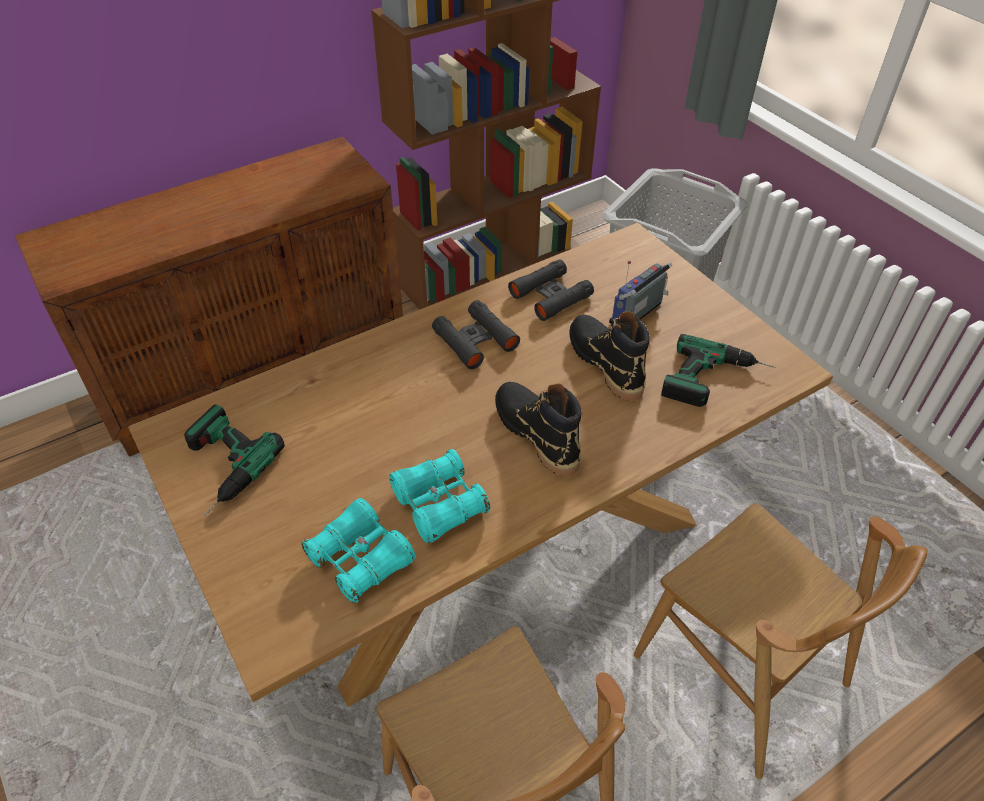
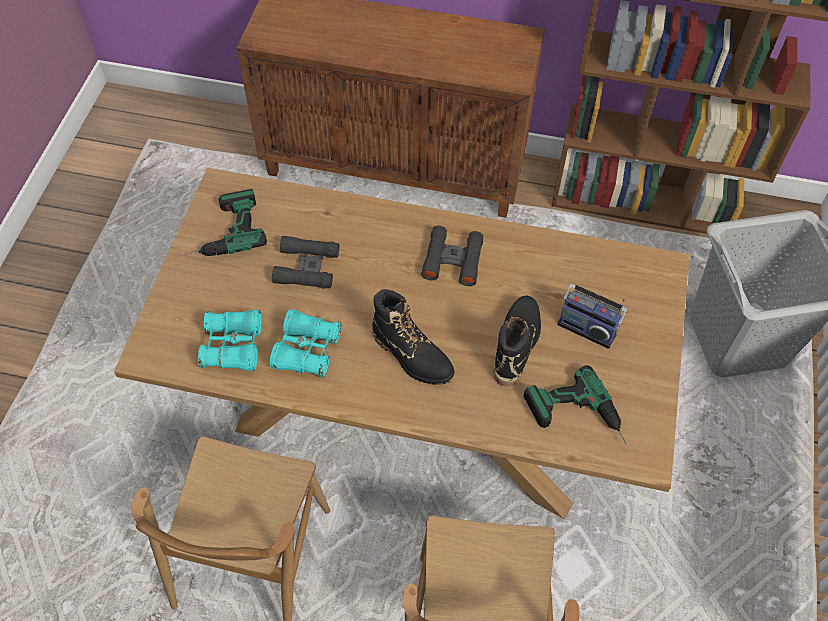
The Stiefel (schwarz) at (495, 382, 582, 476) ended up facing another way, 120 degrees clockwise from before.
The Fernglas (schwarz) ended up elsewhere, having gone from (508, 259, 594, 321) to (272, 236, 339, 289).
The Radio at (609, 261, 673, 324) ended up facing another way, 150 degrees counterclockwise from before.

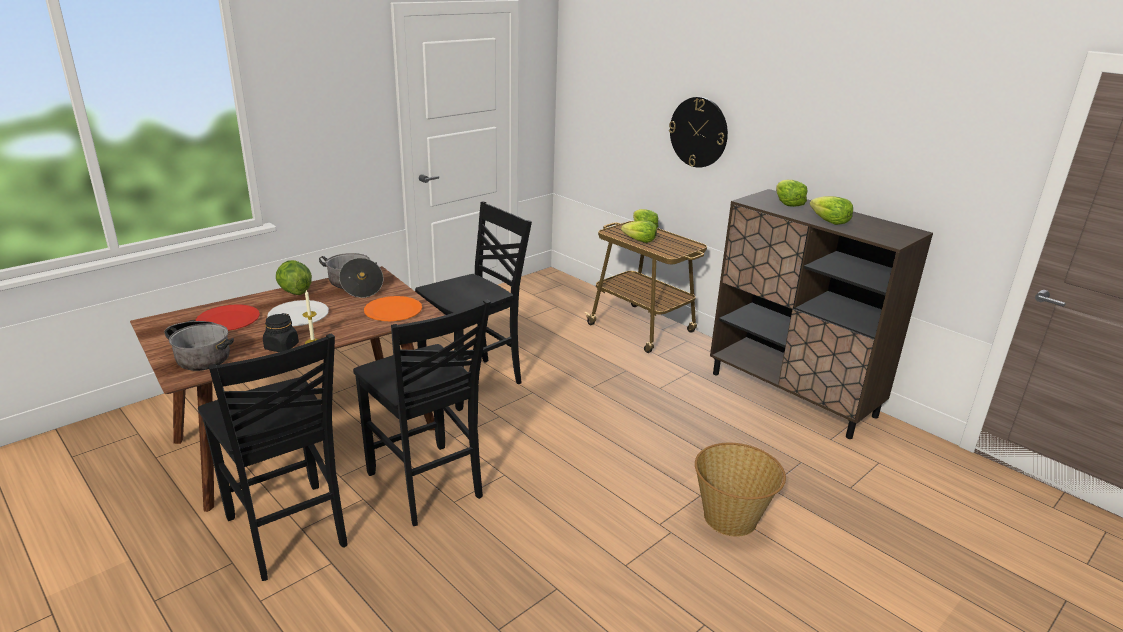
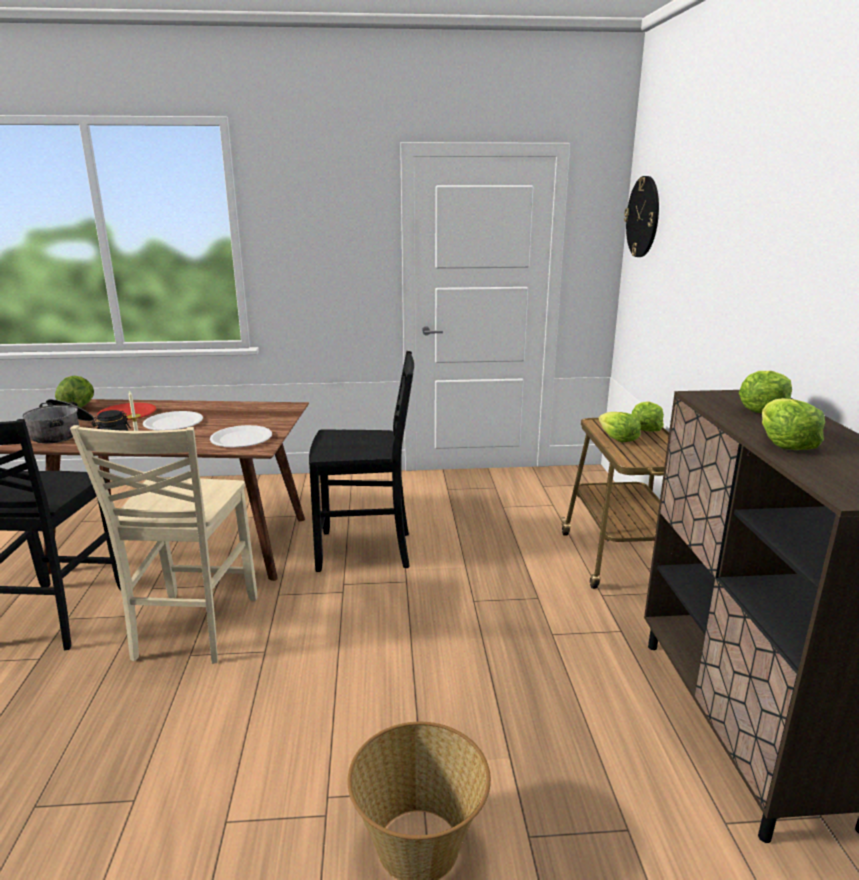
The Salatkopf ended up elsewhere, having gone from (276, 260, 312, 295) to (55, 376, 94, 408).
The second view lost the Kochtopf at (319, 253, 383, 298).
What was the Stuhl (schwarz) at (353, 300, 491, 526) turned into the Stuhl (beige) at (70, 425, 258, 664).
What was the Teller (orange) at (364, 296, 422, 321) turned into the Teller (weiß) at (210, 425, 272, 448).
The Wanduhr ended up elsewhere, having gone from (669, 97, 728, 168) to (624, 176, 659, 257).

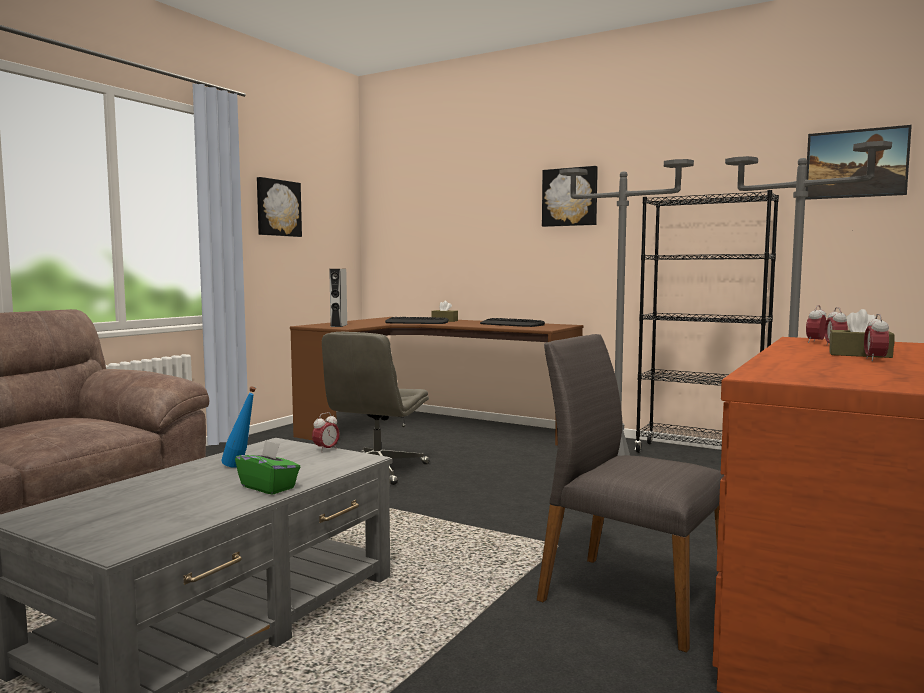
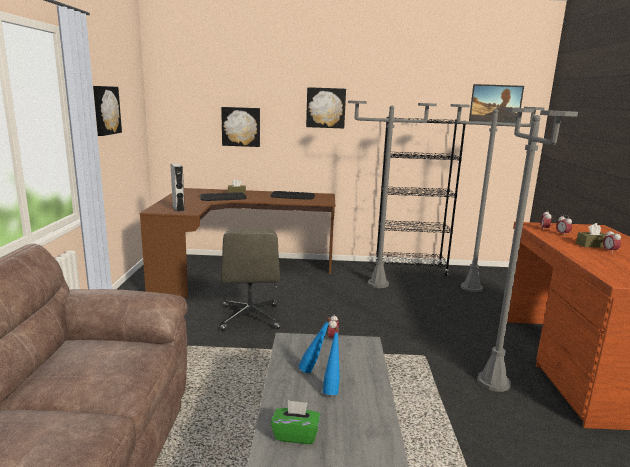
The Taschentuchbox (grün) ended up elsewhere, having gone from (235, 440, 300, 495) to (271, 400, 320, 444).
Where the Stuhl (grau) stood at (537, 334, 724, 653), the Stehlampe (grau) came to stand at (477, 108, 578, 392).
The second view gained the Bild at (221, 107, 260, 147).
The second view gained the Flasche (blau) at (323, 327, 340, 395).

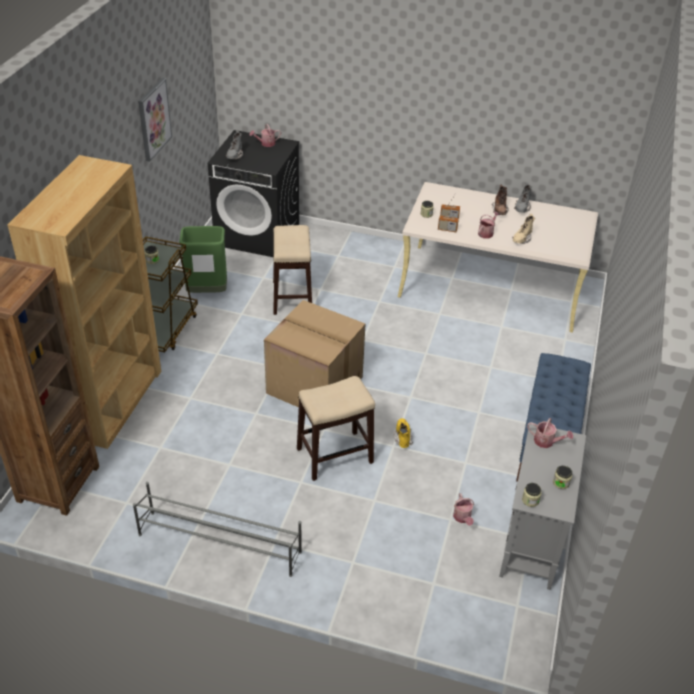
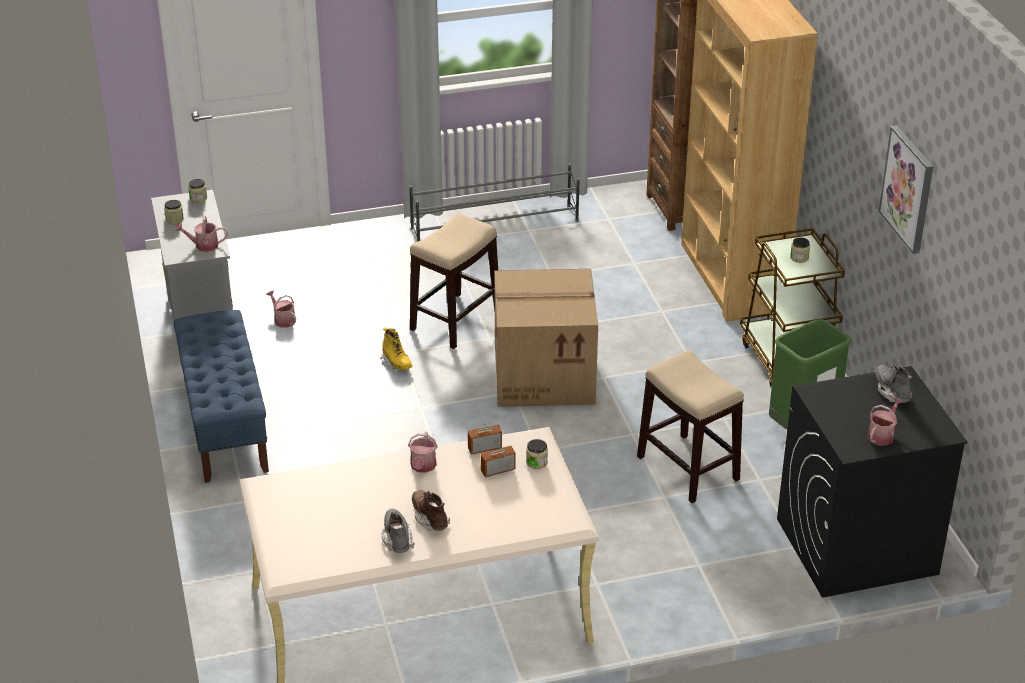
The second view lost the Stiefel (beige) at (512, 214, 535, 244).

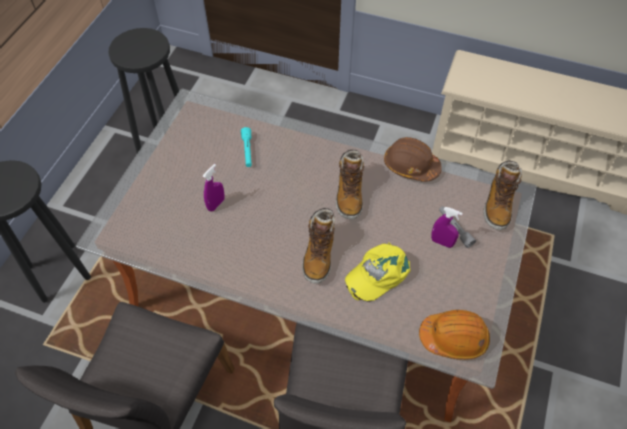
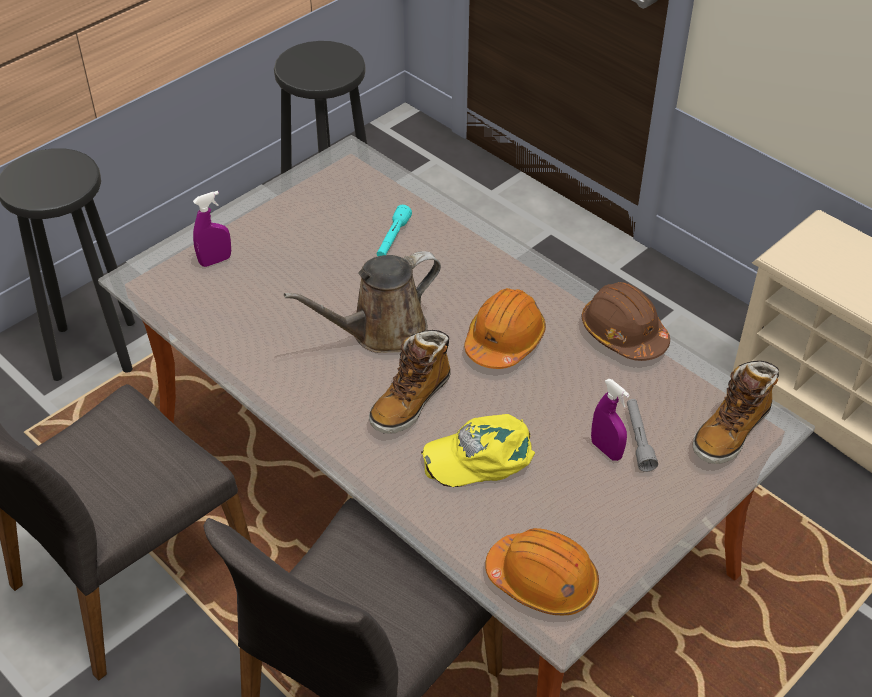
The Sprühflasche (lila) ended up elsewhere, having gone from (203, 164, 225, 211) to (193, 191, 231, 267).
Where the Stiefel stood at (336, 150, 364, 219), the Schutzhelm (orange) came to stand at (464, 288, 546, 369).
The second view gained the Gießkanne (braun) at (284, 251, 441, 353).

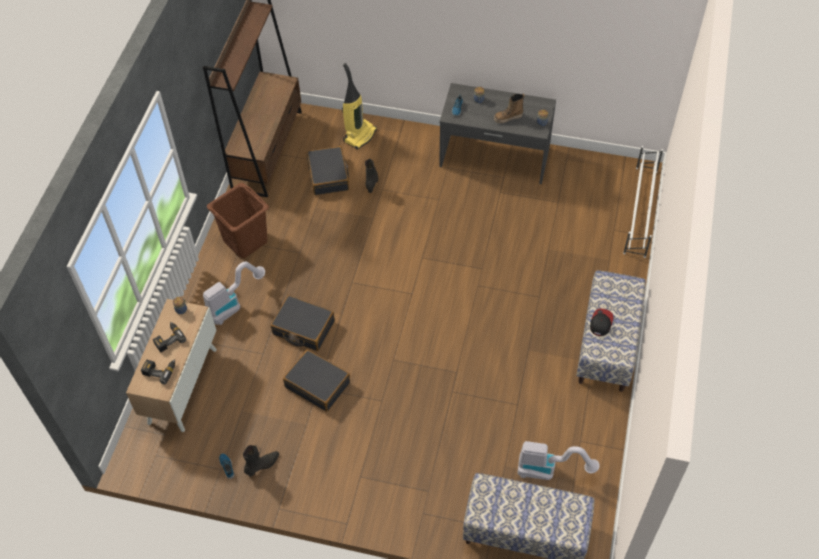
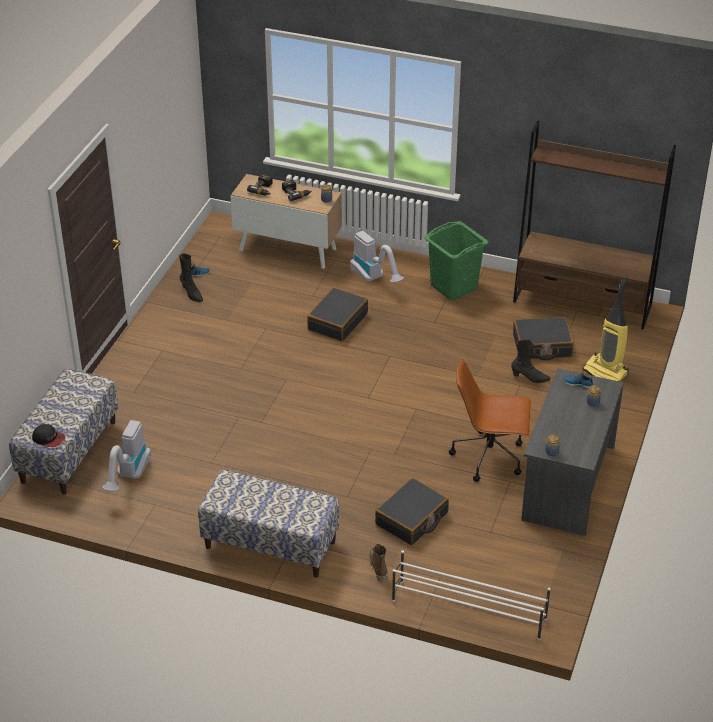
What was the Wäschekorb (braun) at (207, 183, 269, 258) turned into the Wäschekorb (grün) at (424, 221, 489, 300).
The Koffer (schwarz) ended up elsewhere, having gone from (283, 350, 350, 412) to (375, 478, 449, 545).
The Stiefel ended up elsewhere, having gone from (494, 93, 525, 123) to (369, 544, 388, 582).
The Kappe ended up elsewhere, having gone from (590, 309, 614, 336) to (32, 424, 65, 447).
The second view gained the Bürostuhl (braun) at (449, 359, 532, 482).

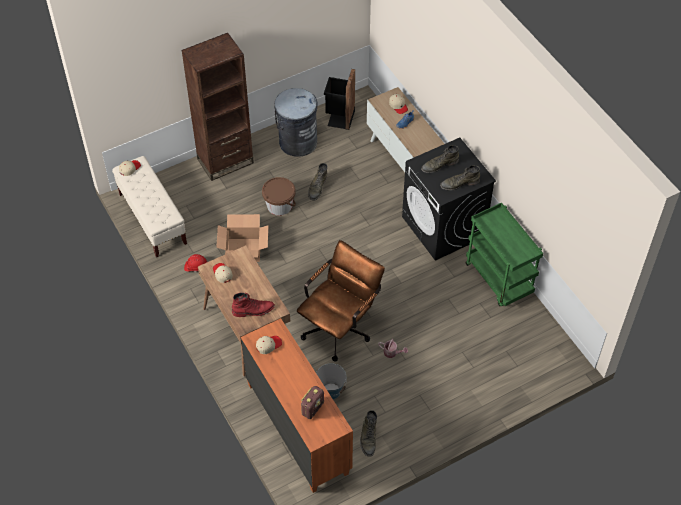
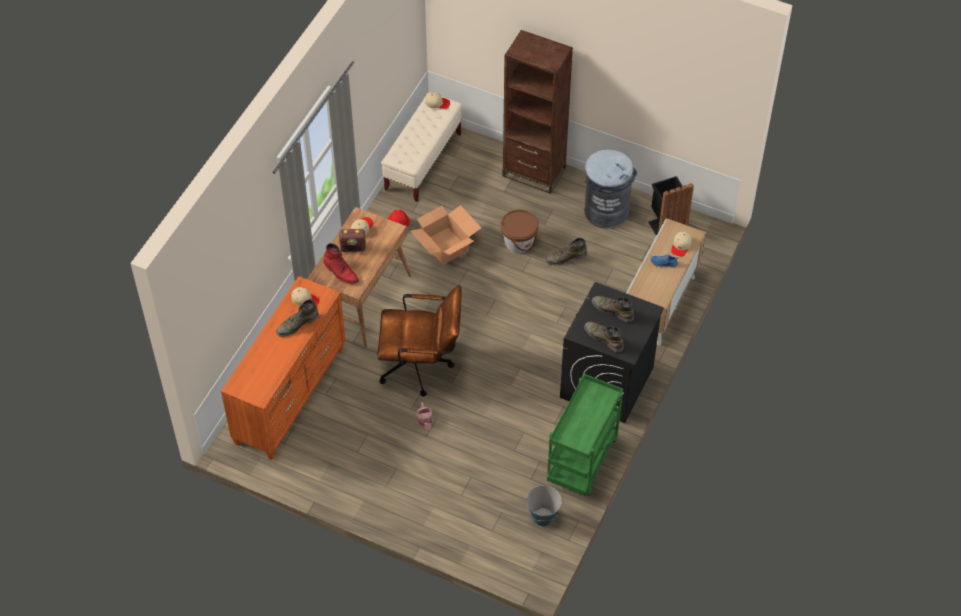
The Radio ended up elsewhere, having gone from (301, 386, 324, 419) to (339, 229, 366, 252).
The Eimer ended up elsewhere, having gone from (316, 363, 347, 399) to (526, 485, 562, 526).
The Stiefel (grün) ended up elsewhere, having gone from (360, 410, 377, 457) to (276, 300, 319, 337).

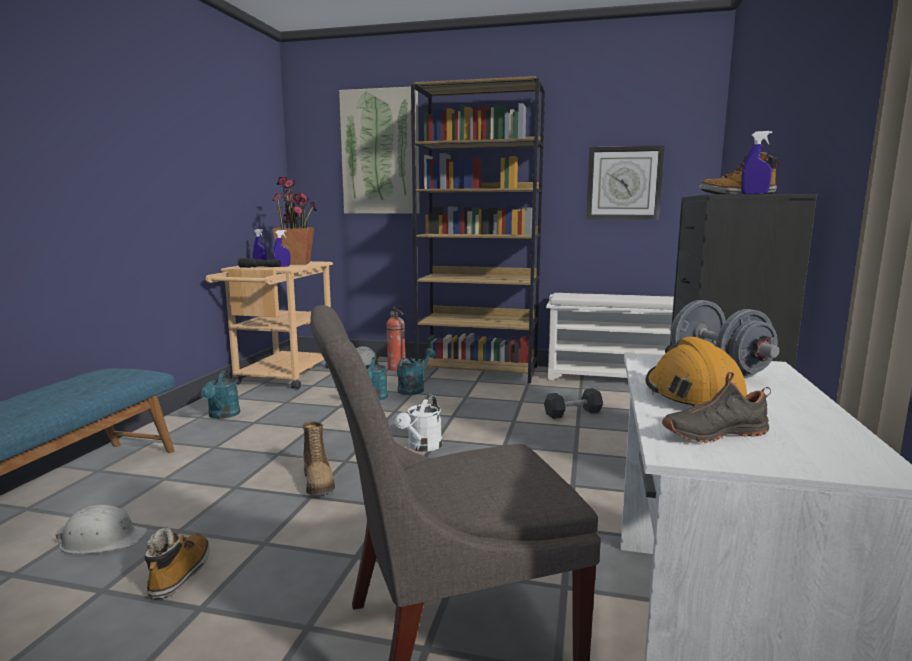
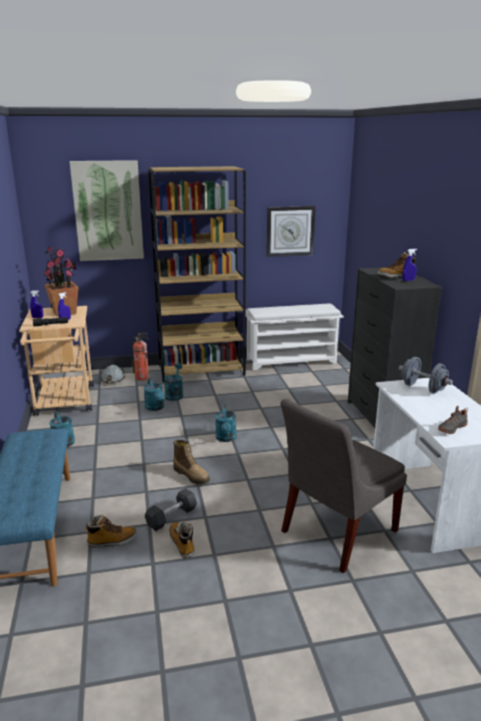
Where the Schutzhelm (weiß) stood at (55, 505, 148, 554), the Stiefel came to stand at (85, 514, 137, 548).
What was the Gießkanne (weiß) at (396, 394, 442, 452) turned into the Gießkanne (türkis) at (215, 405, 237, 442).
The Hantel (grau) ended up elsewhere, having gone from (544, 388, 603, 419) to (145, 488, 197, 531).
The second view lost the Schutzhelm (orange) at (645, 337, 747, 406).

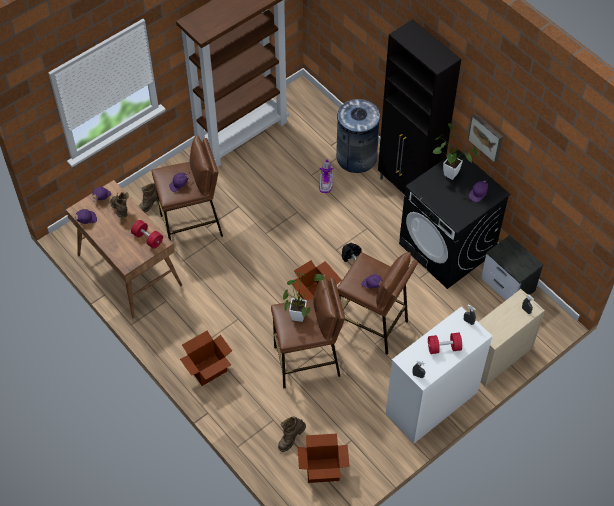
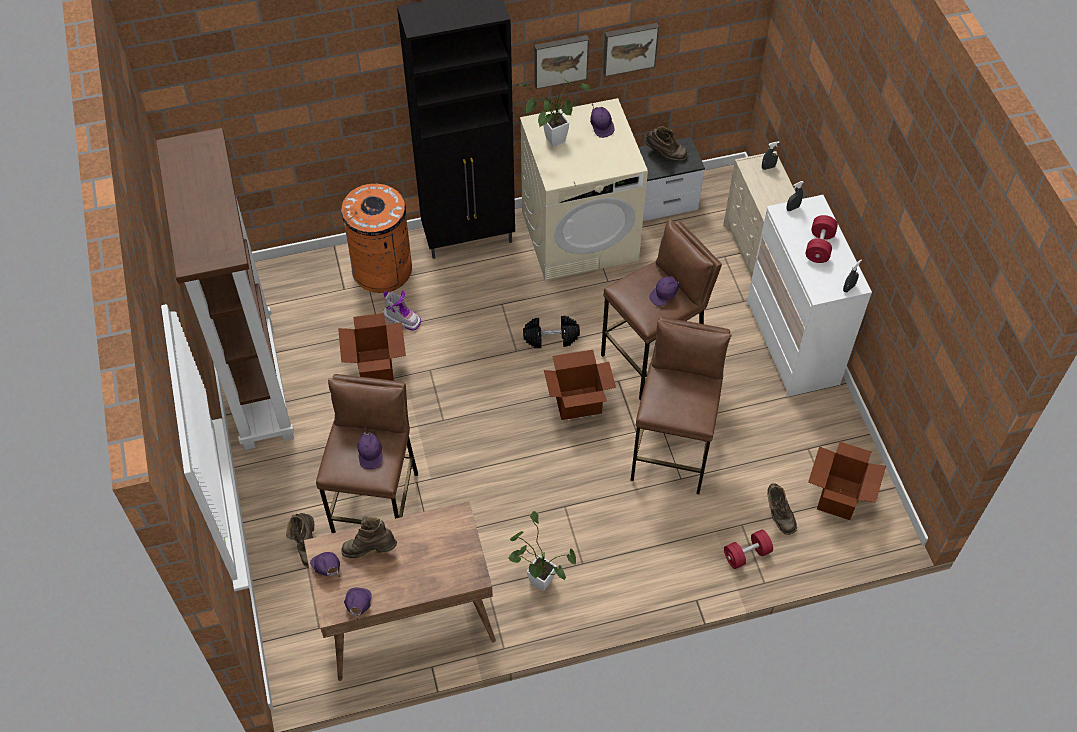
The Hantel (rot) ended up elsewhere, having gone from (131, 220, 163, 249) to (724, 530, 773, 569).
The Karton ended up elsewhere, having gone from (180, 331, 232, 386) to (338, 313, 406, 381).
The Topfpflanze ended up elsewhere, having gone from (283, 273, 325, 322) to (508, 511, 576, 591).
What was the Mülleimer (grau) at (336, 99, 380, 173) turned into the Mülleimer (orange) at (341, 184, 412, 293).
What was the Waschmaschine (schwarz) at (399, 149, 510, 289) turned into the Waschmaschine (beige) at (520, 98, 648, 281).
The second view gained the Bild at (603, 23, 659, 77).
The second view gained the Stiefel (braun) at (645, 126, 688, 161).

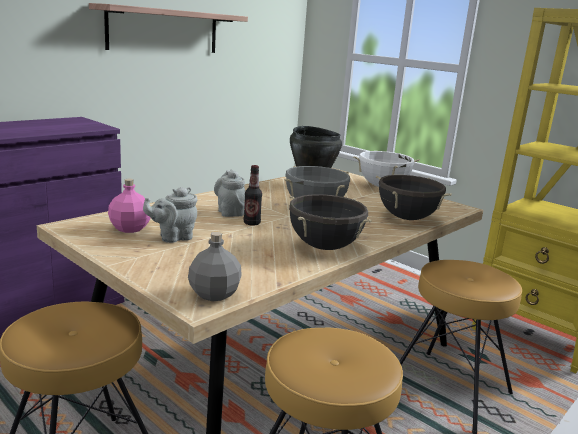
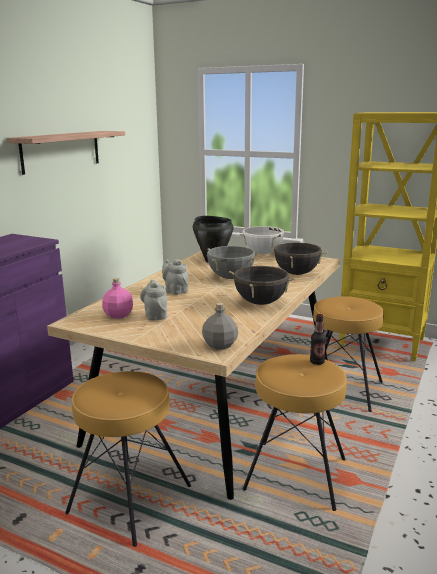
The Teekanne (grau) at (143, 187, 197, 243) ended up facing another way, 120 degrees clockwise from before.
The Flasche ended up elsewhere, having gone from (244, 165, 262, 226) to (310, 314, 326, 365).

